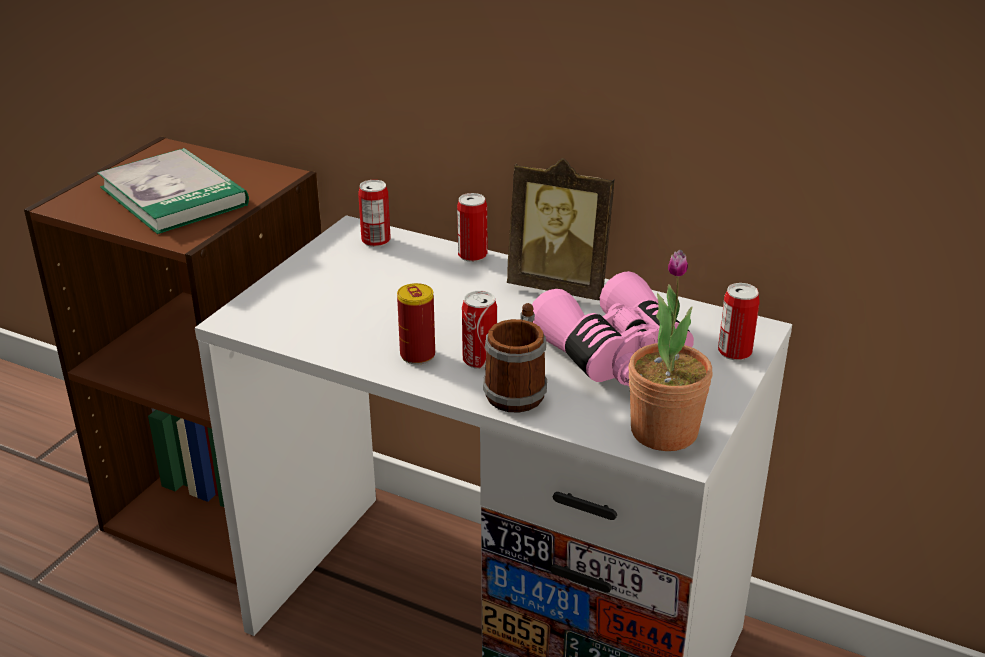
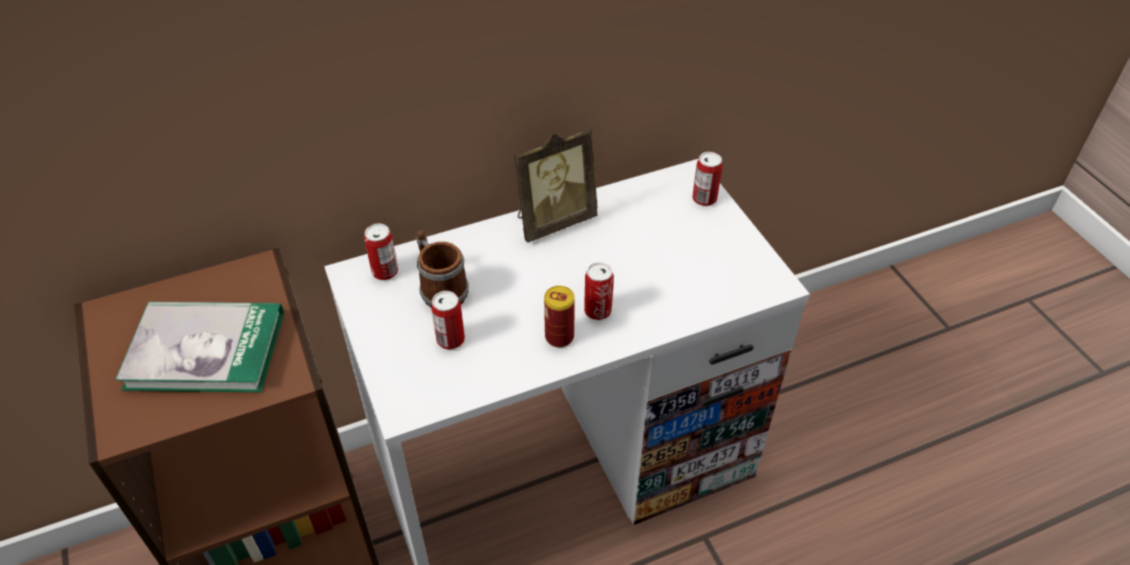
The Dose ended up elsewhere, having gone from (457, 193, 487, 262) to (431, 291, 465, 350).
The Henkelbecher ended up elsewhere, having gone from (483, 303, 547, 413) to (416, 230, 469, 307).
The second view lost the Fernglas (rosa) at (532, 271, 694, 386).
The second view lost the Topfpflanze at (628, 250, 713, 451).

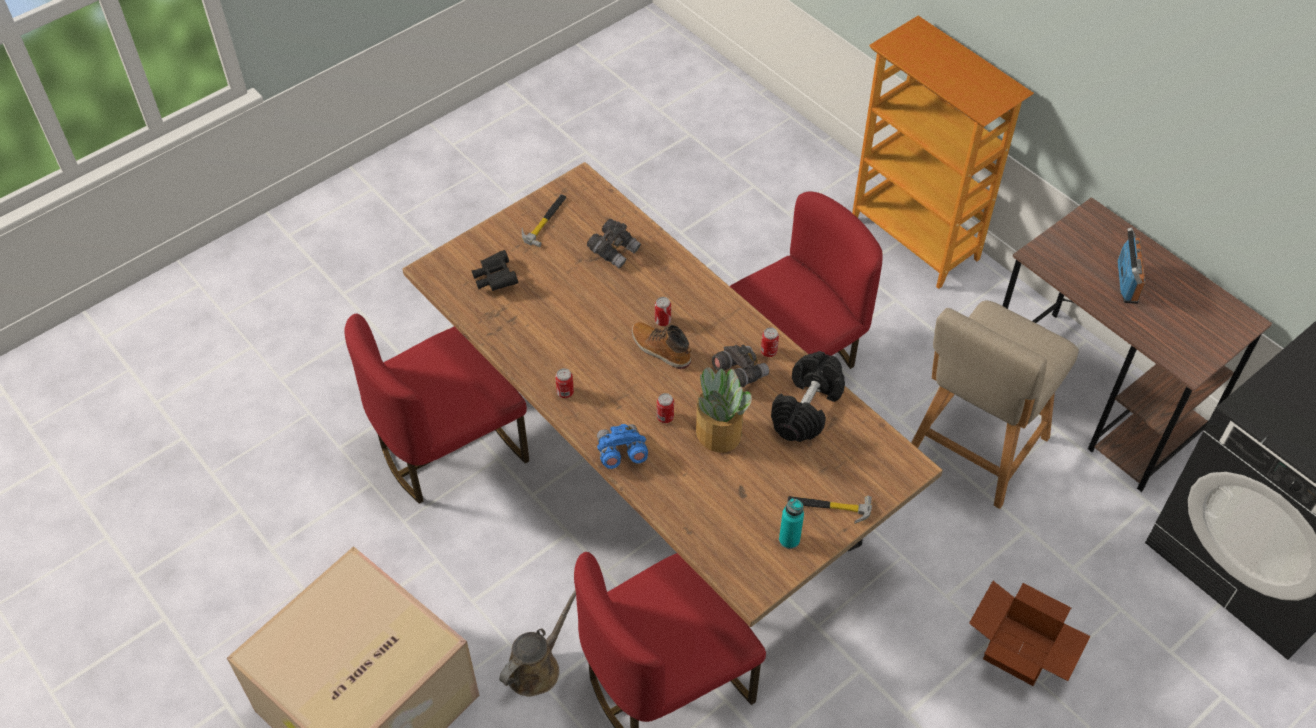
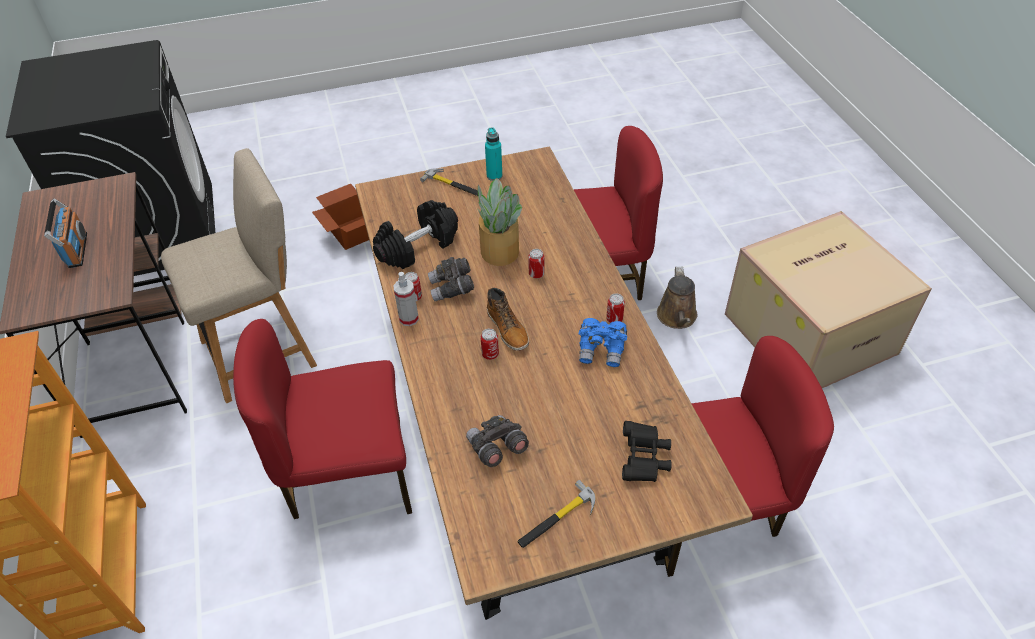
The Gießkanne (braun) at (499, 590, 576, 697) ended up facing another way, 60 degrees counterclockwise from before.
The Fernglas (blau) ended up elsewhere, having gone from (597, 424, 648, 469) to (579, 318, 627, 367).
The Radio at (1117, 227, 1145, 304) ended up facing another way, 135 degrees clockwise from before.
The second view gained the Sprühflasche at (393, 272, 419, 326).

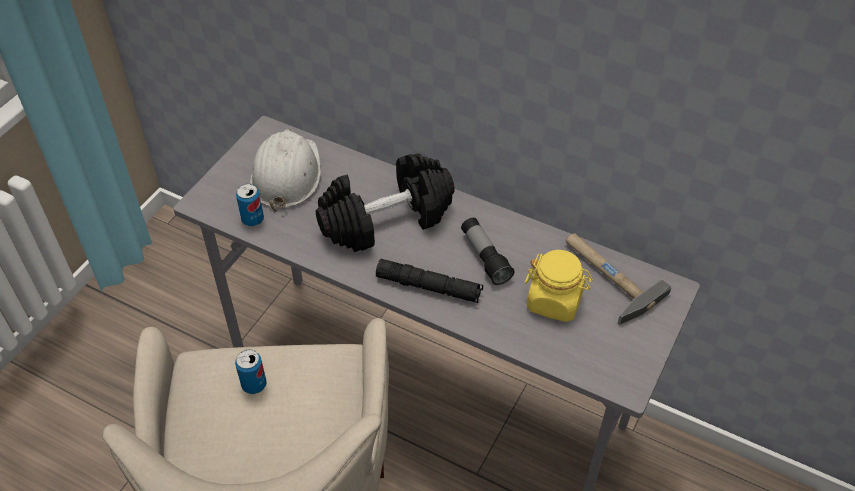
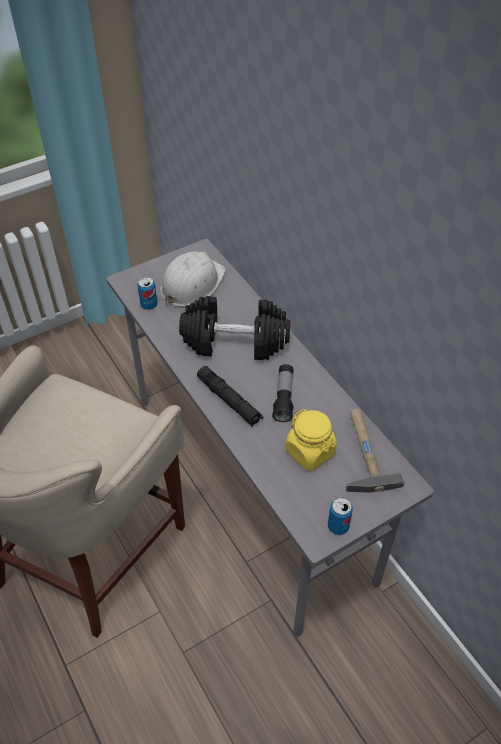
The Dose ended up elsewhere, having gone from (235, 350, 267, 394) to (328, 498, 353, 535).

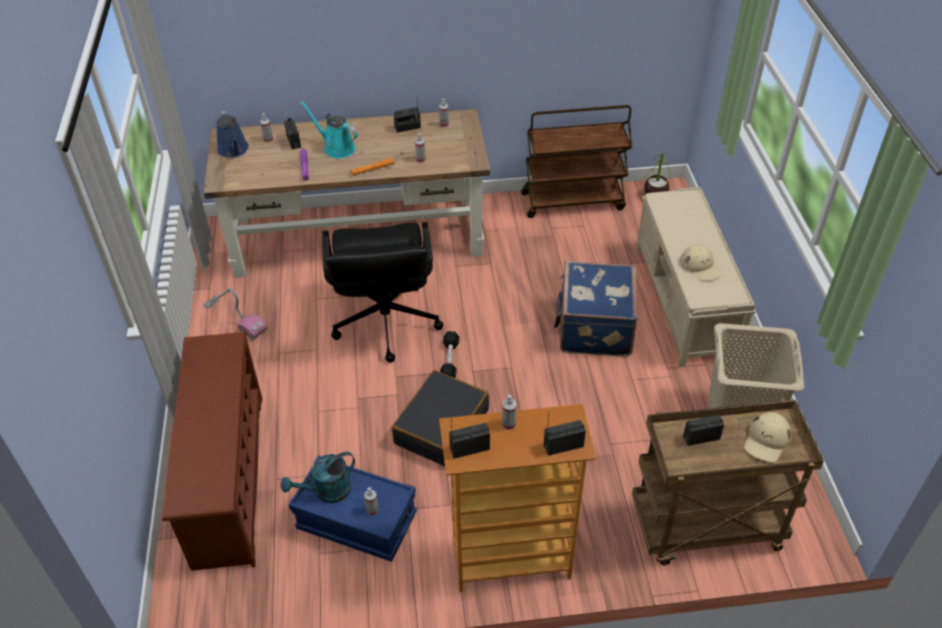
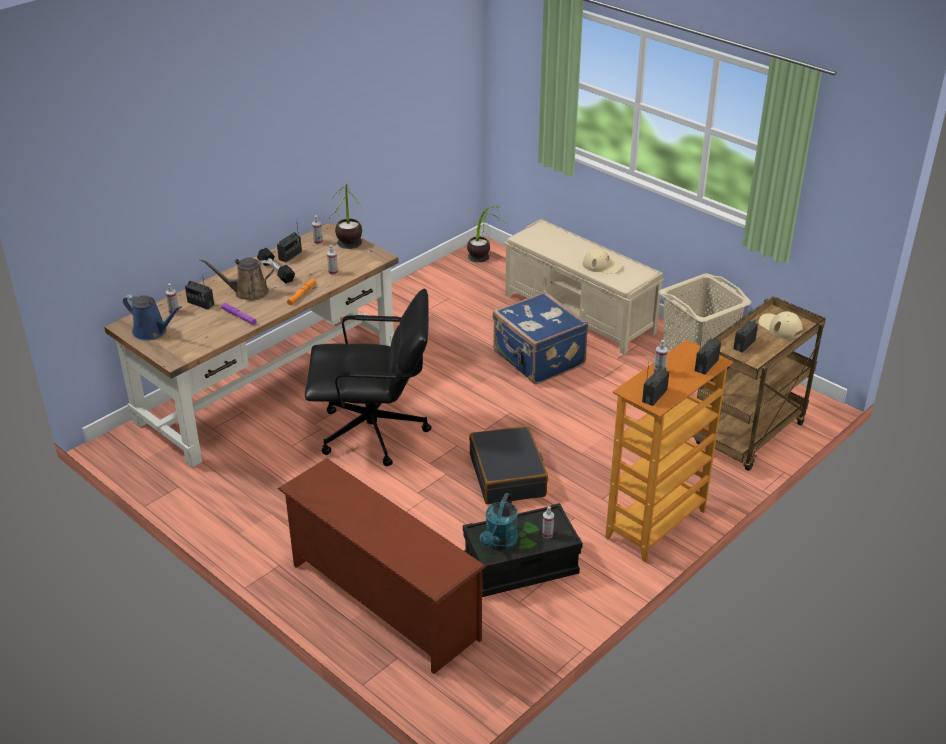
The second view lost the Staubsauger at (203, 288, 267, 339).
What was the Aufbewahrungsbox (blau) at (289, 455, 417, 562) turned into the Aufbewahrungsbox (schwarz) at (463, 503, 583, 597).
What was the Gießkanne (türkis) at (300, 101, 358, 158) turned into the Gießkanne (braun) at (200, 258, 274, 301).
The Bürostuhl (schwarz) at (322, 222, 443, 363) ended up facing another way, 45 degrees counterclockwise from before.
The Hantel (schwarz) ended up elsewhere, having gone from (440, 331, 459, 378) to (257, 248, 295, 284).
The second view lost the Rollwagen (braun) at (521, 105, 633, 218).
The Kappe (beige) at (744, 412, 792, 462) ended up facing another way, 150 degrees clockwise from before.
The second view gained the Topfpflanze at (330, 184, 362, 249).

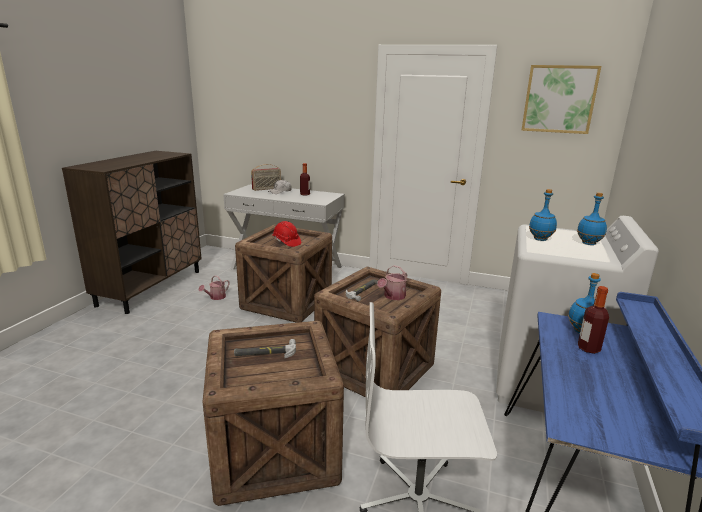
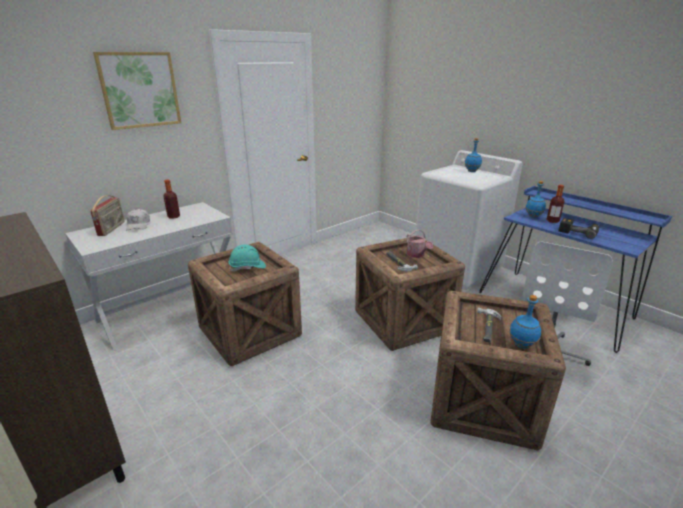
The second view lost the Gießkanne at (199, 275, 230, 300).
What was the Schutzhelm (rot) at (272, 221, 301, 247) turned into the Schutzhelm (türkis) at (229, 245, 266, 272).
The Bild ended up elsewhere, having gone from (521, 65, 601, 134) to (93, 52, 181, 130).
The Flasche (blau) ended up elsewhere, having gone from (529, 189, 557, 241) to (509, 295, 541, 349).
The second view gained the Bohrmaschine at (558, 218, 599, 239).

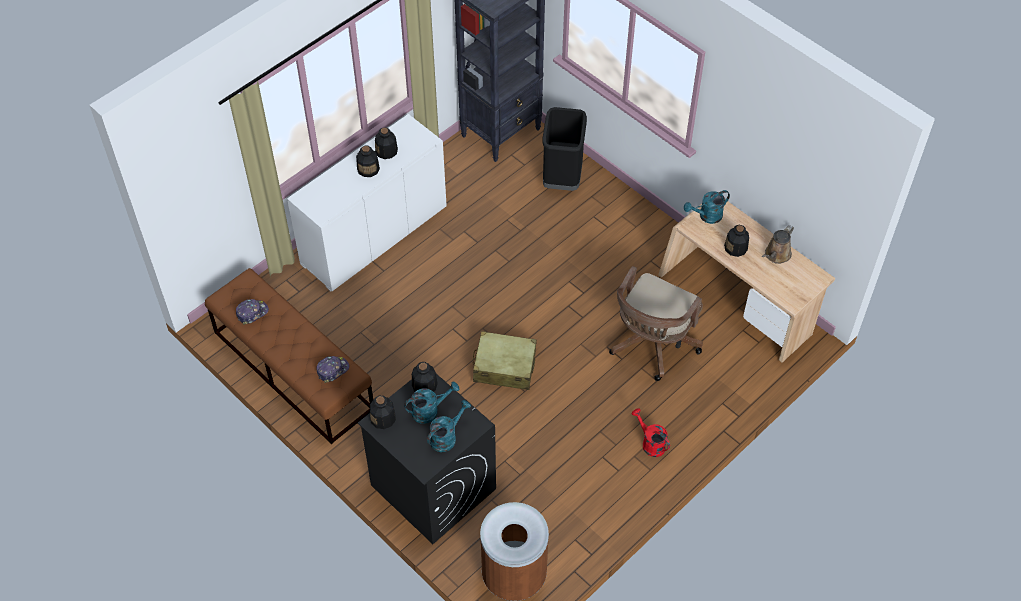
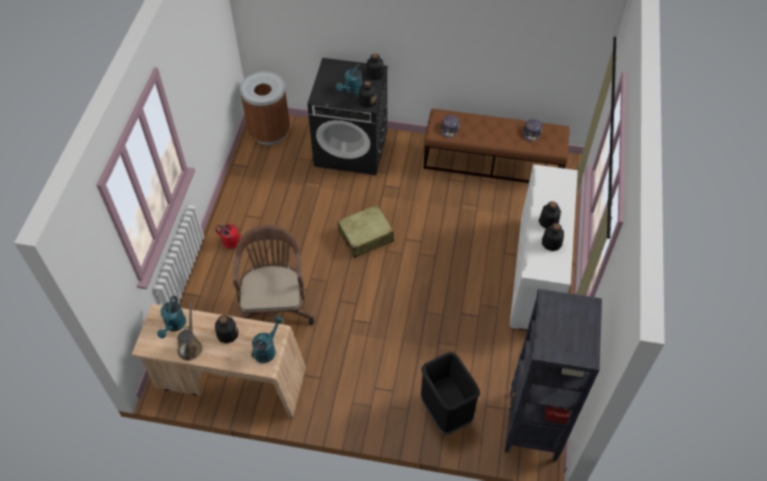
The Gießkanne (türkis) ended up elsewhere, having gone from (427, 400, 471, 452) to (157, 296, 186, 338).

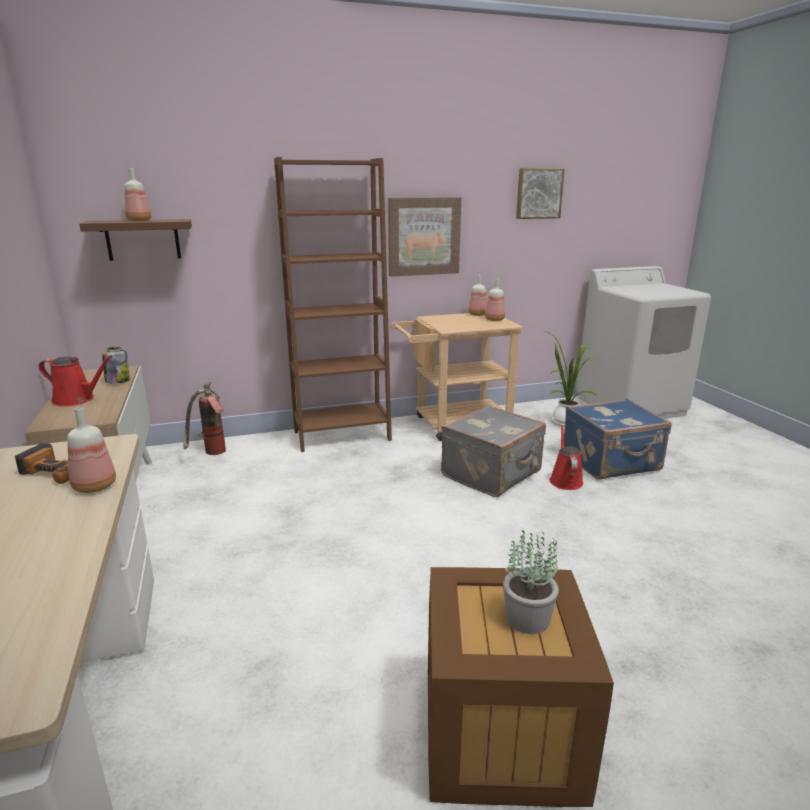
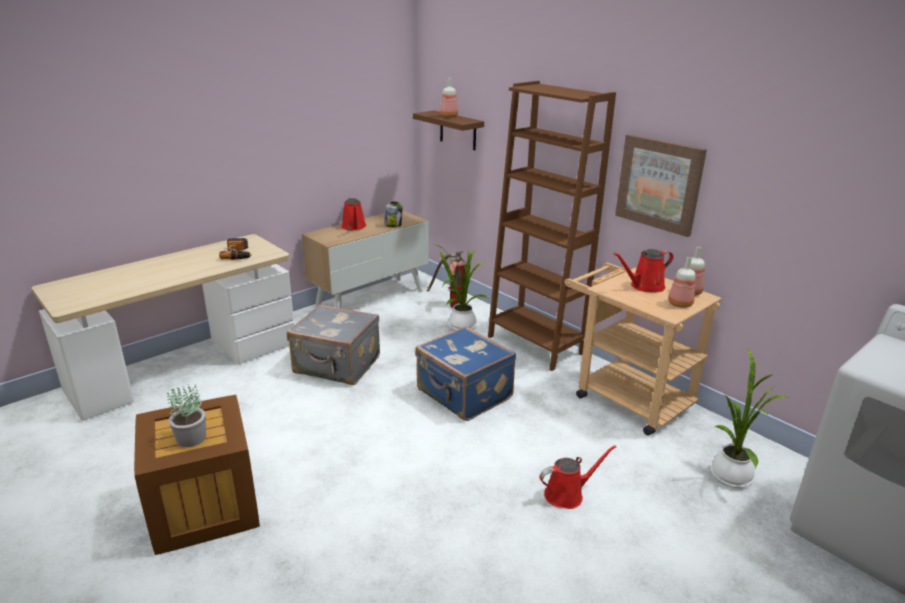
The second view lost the Flasche at (67, 407, 116, 493).
The Koffer (grau) ended up elsewhere, having gone from (441, 405, 546, 497) to (287, 304, 380, 385).
The second view lost the Bild at (516, 168, 565, 219).
The Koffer (blau) ended up elsewhere, having gone from (564, 398, 672, 480) to (415, 326, 516, 421).
The second view gained the Topfpflanze at (434, 244, 488, 330).
The second view gained the Gießkanne (rot) at (613, 249, 674, 292).

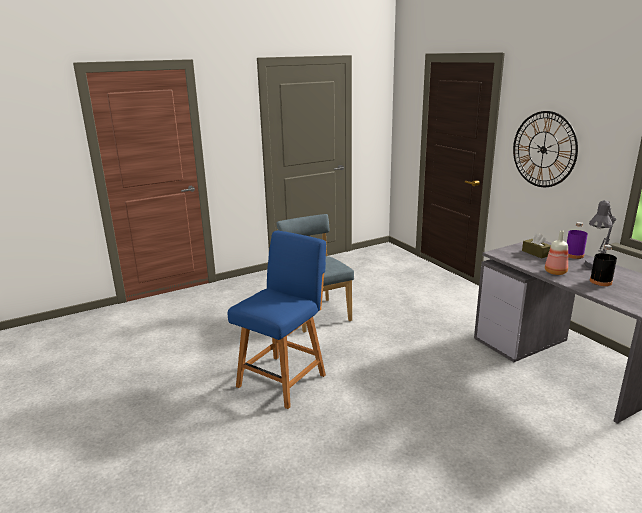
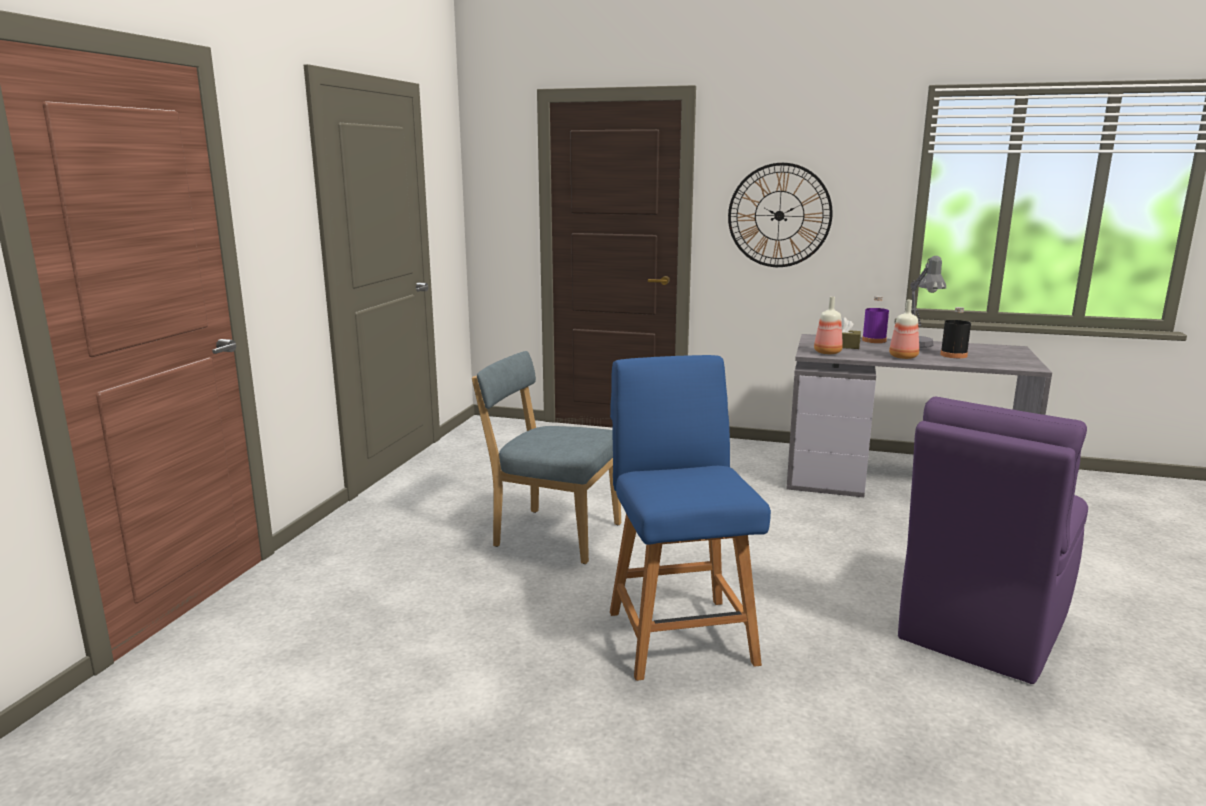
The second view gained the Flasche at (814, 296, 843, 354).
The second view gained the Stuhl (lila) at (898, 397, 1088, 684).

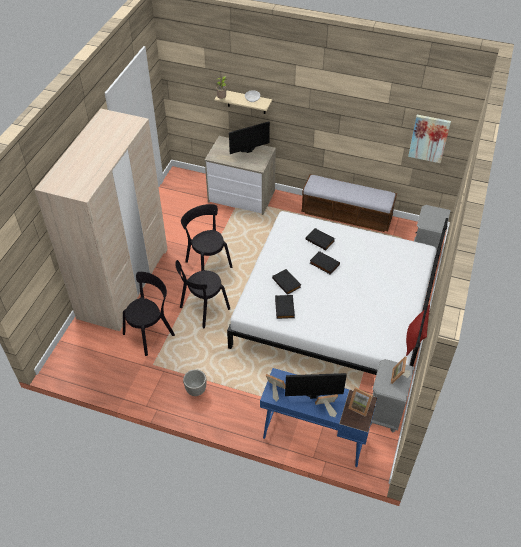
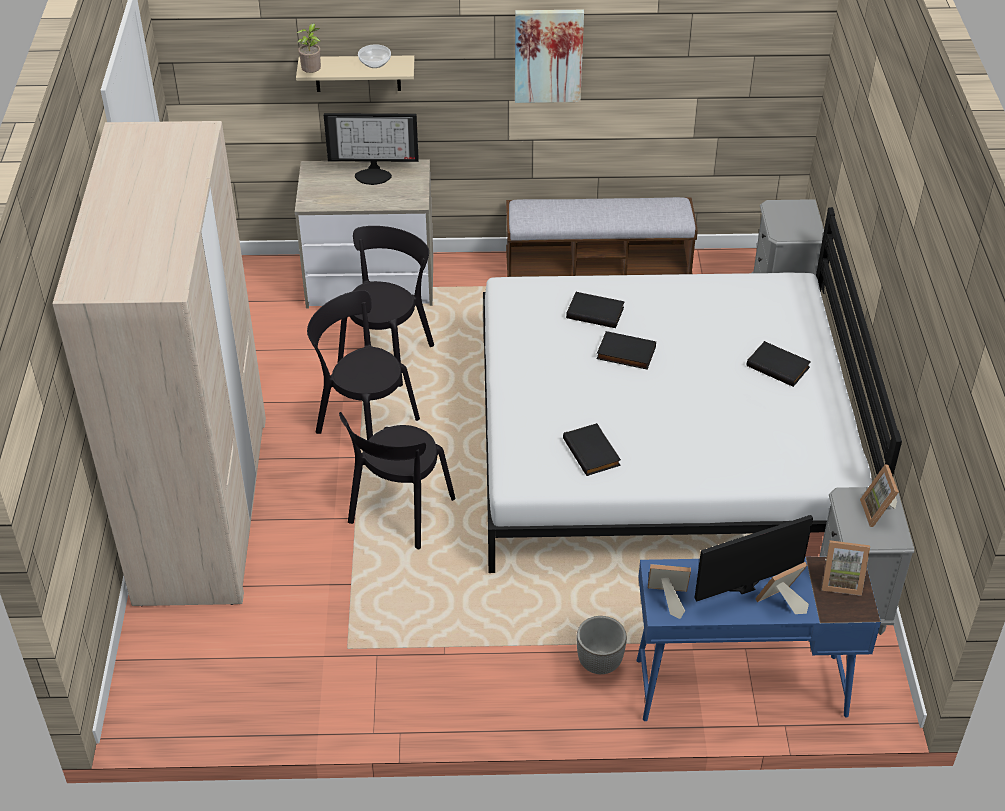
The Stuhl (schwarz) ended up elsewhere, having gone from (123, 272, 175, 356) to (338, 226, 434, 387).
The Pflanzkübel ended up elsewhere, having gone from (183, 369, 206, 396) to (576, 616, 627, 674).
The Monitor at (229, 122, 270, 154) ended up facing another way, 135 degrees counterclockwise from before.
The Buch (schwarz) ended up elsewhere, having gone from (272, 269, 301, 295) to (746, 341, 811, 387).
The second view lost the Kissen (rot) at (406, 305, 430, 356).
The Bild ended up elsewhere, having gone from (408, 115, 451, 163) to (515, 10, 584, 103).

